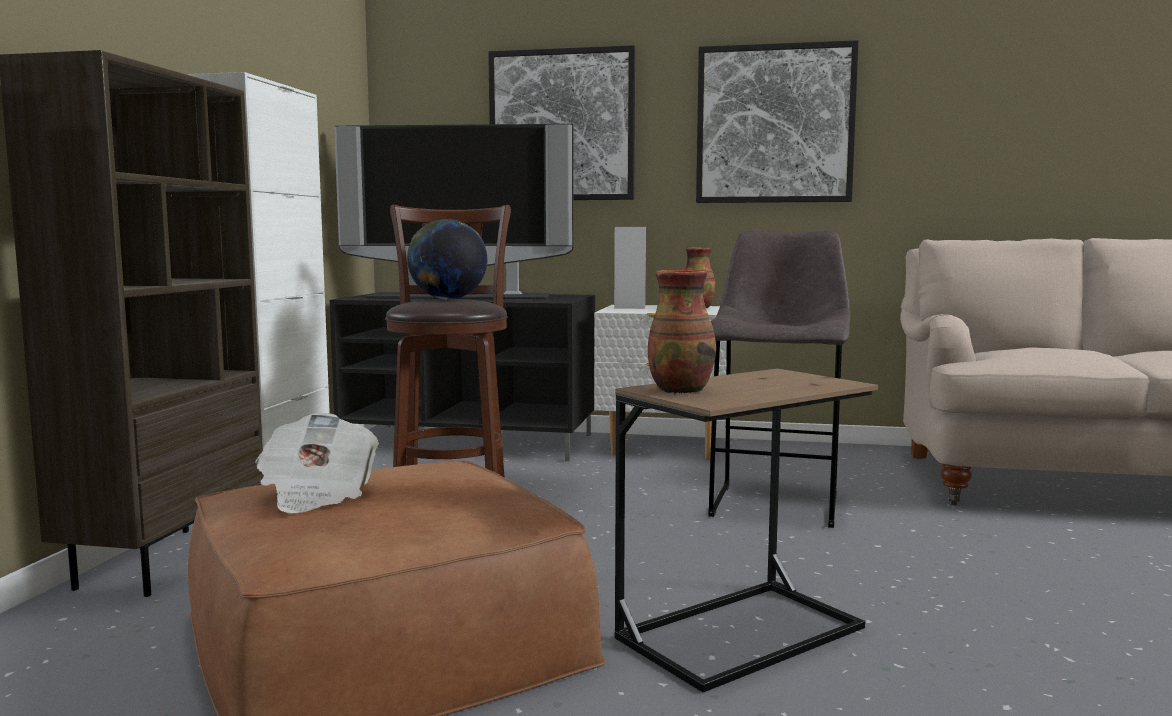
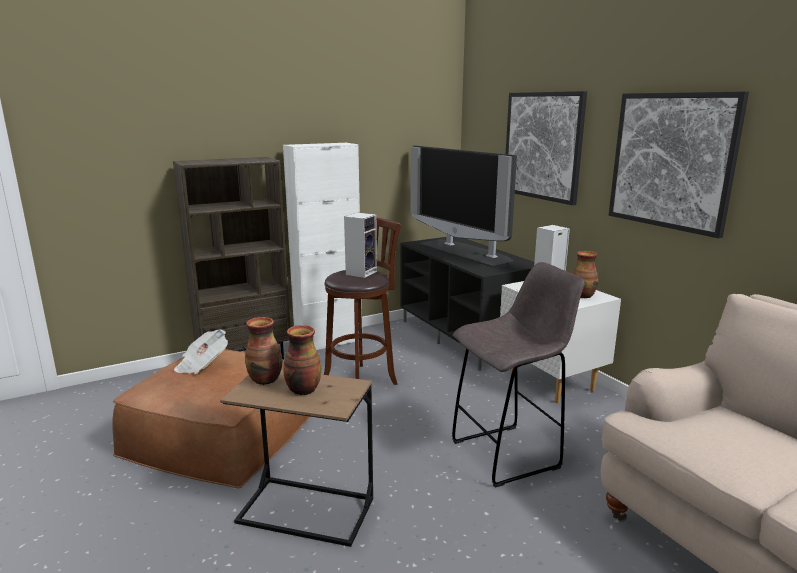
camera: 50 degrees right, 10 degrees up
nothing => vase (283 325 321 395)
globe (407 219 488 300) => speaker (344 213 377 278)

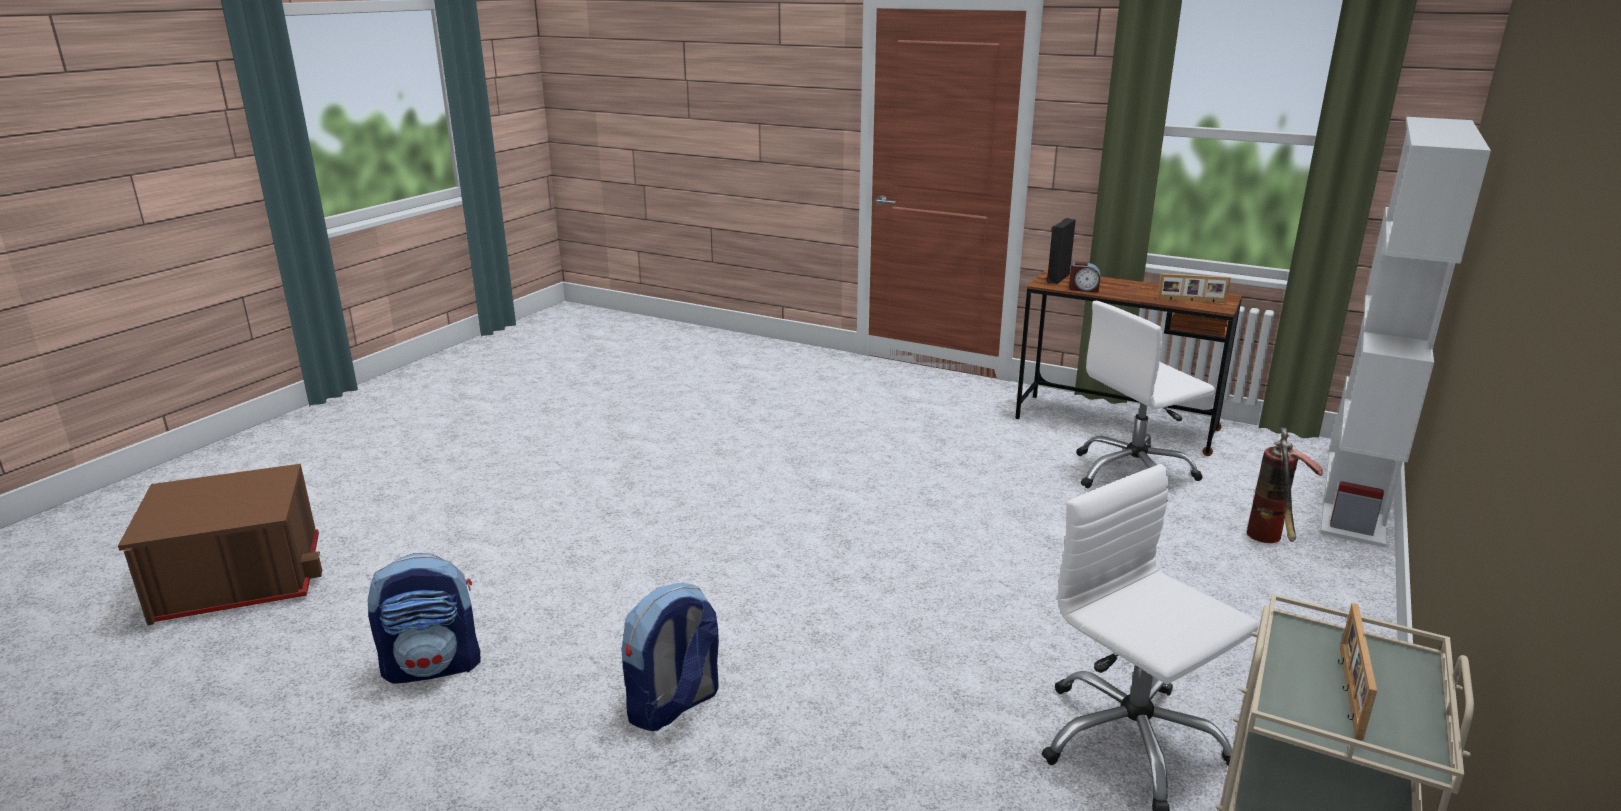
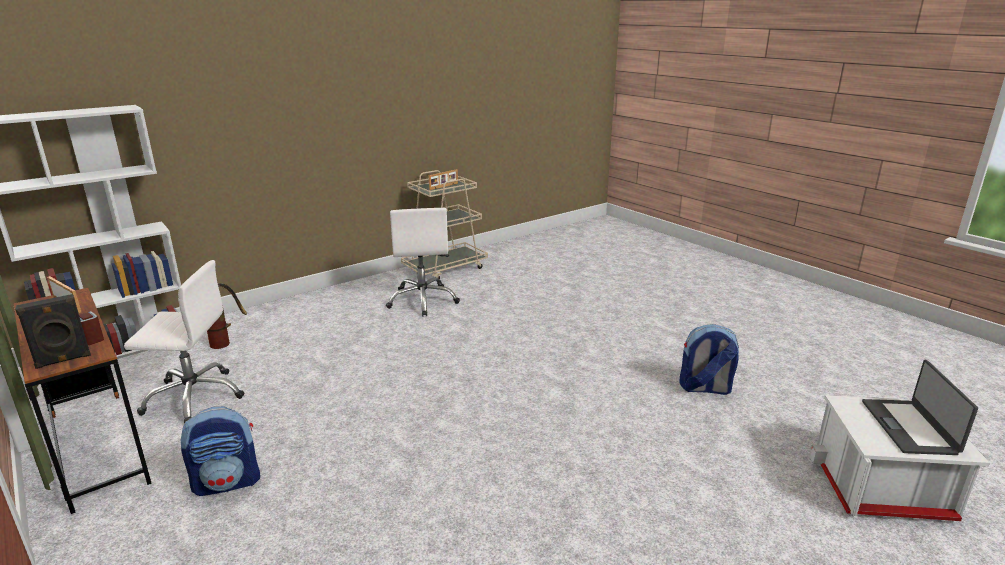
camera: 155 degrees left, 0 degrees up
backpack (621 583 719 731) => backpack (181 407 260 496), move
brown_storage_box (118 464 322 625) => white_storage_box (810 395 990 521)
nothing => laptop (862 359 978 455)

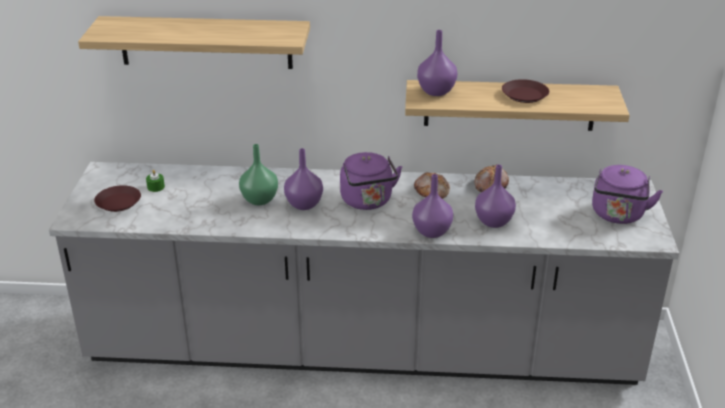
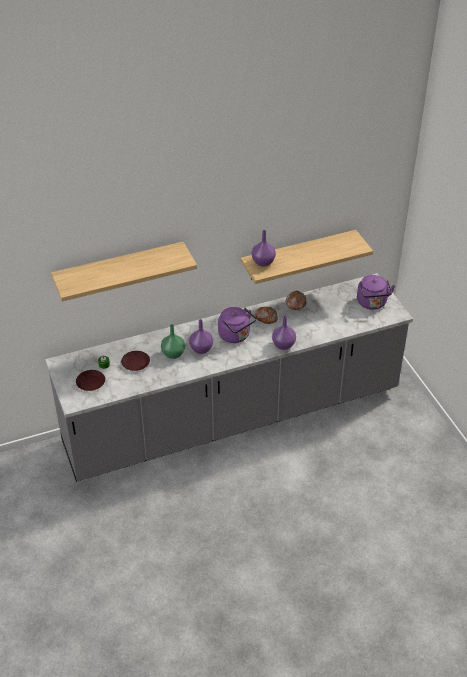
camera: 25 degrees left, 10 degrees up
brown_plate (502 79 549 103) => brown_plate (121 351 150 371), move
purple_vase (475 165 516 228) => nothing

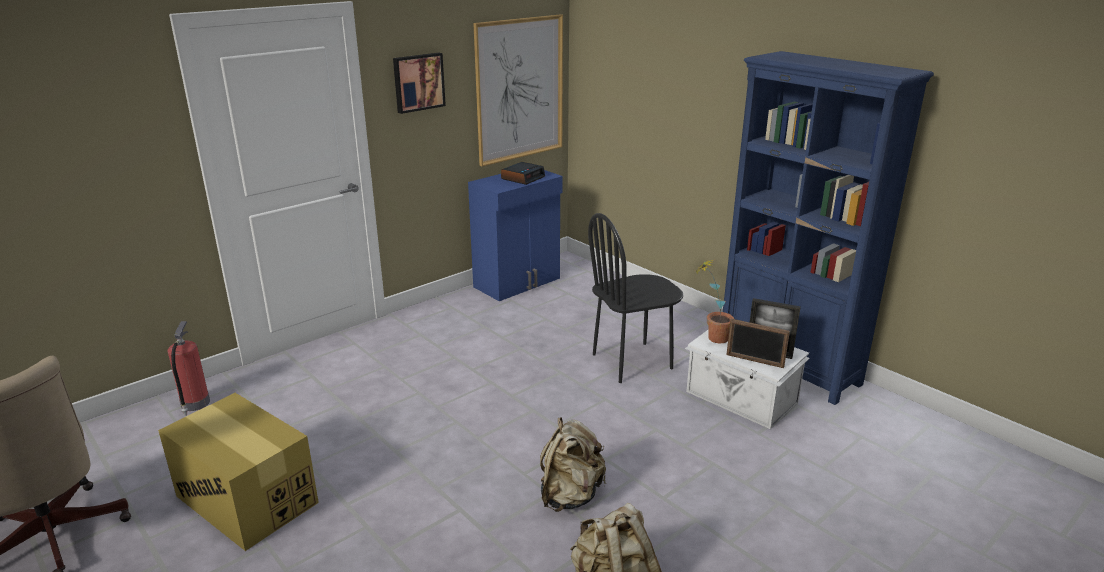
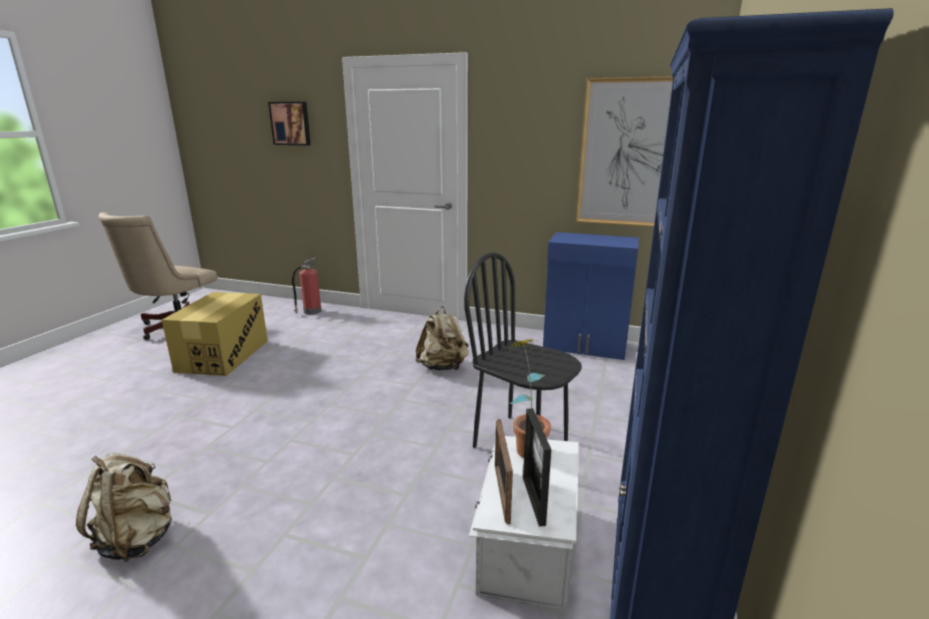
camera: 60 degrees right, 5 degrees down
picture (393 53 446 114) => picture (268 102 311 146), move
beige_backpack (540 417 606 512) => beige_backpack (416 306 469 370), move
alarm_clock (501 162 545 185) => nothing

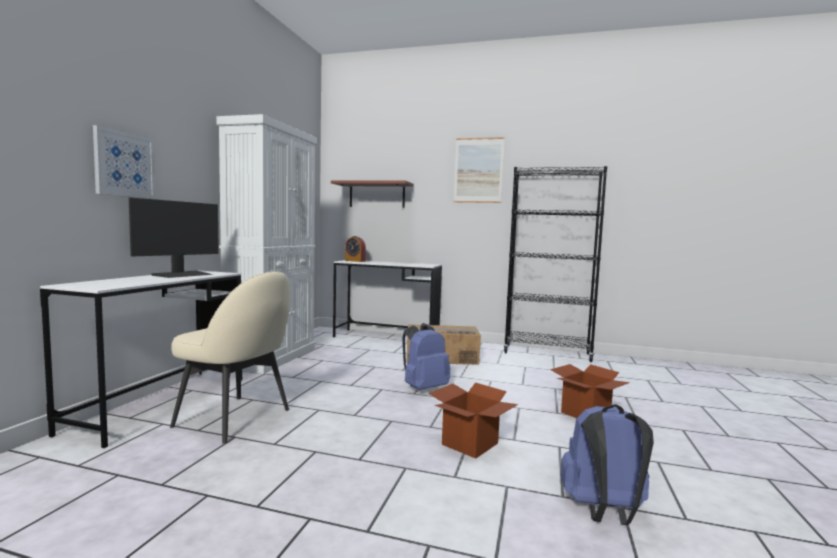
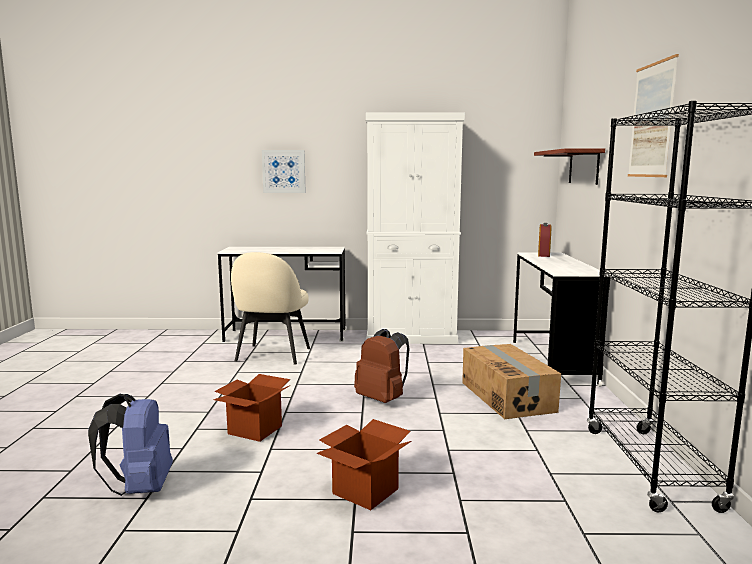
camera: 75 degrees right, 5 degrees up
blue_backpack (403 323 450 390) => brown_backpack (354 329 410 403)
monitor (129 198 219 278) => nothing

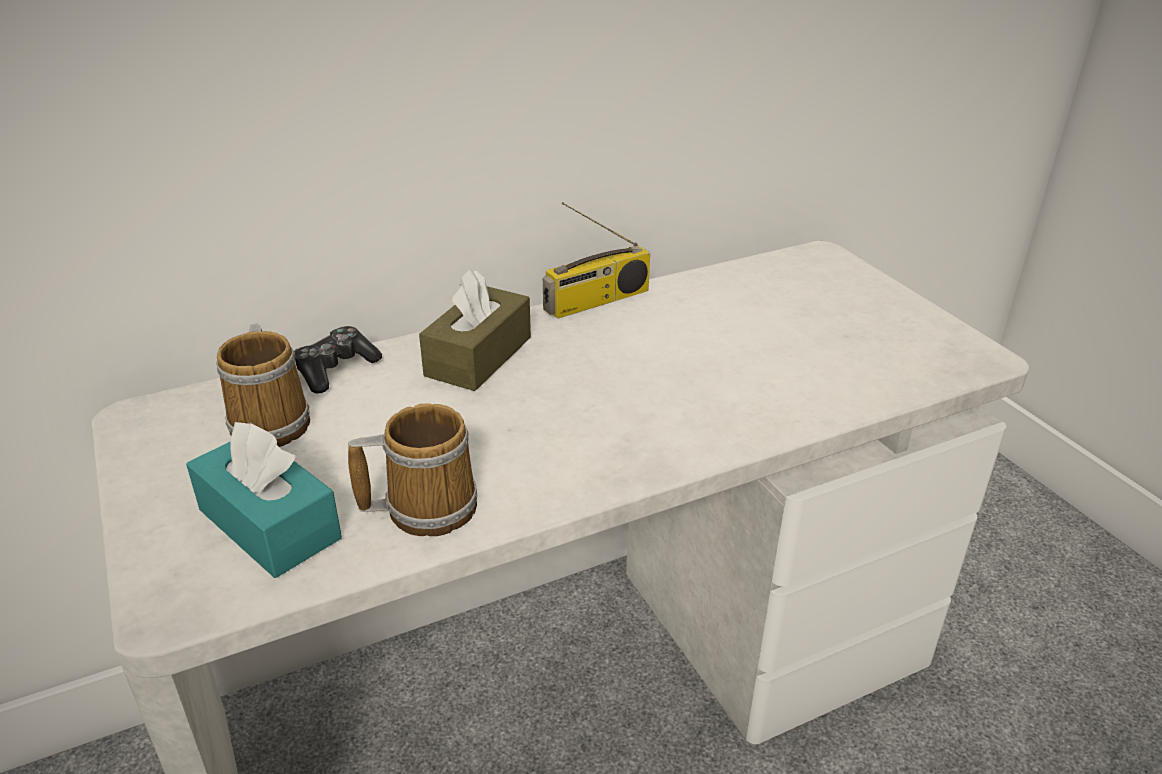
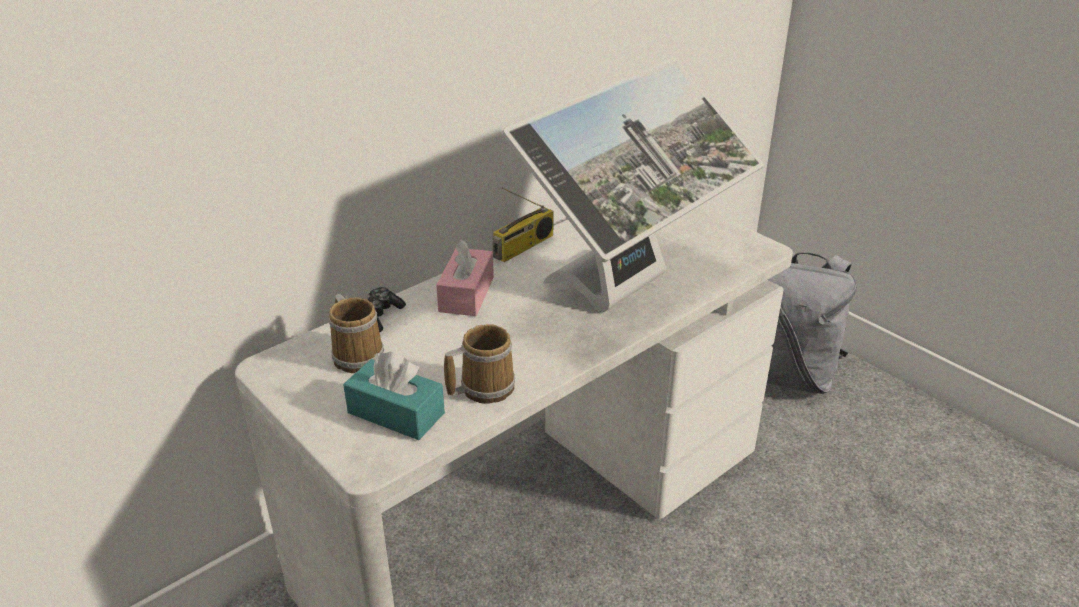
camera: 15 degrees left, 0 degrees up
brown_tissue_box (419 268 531 391) => pink_tissue_box (436 239 494 316)
nothing => monitor (502 58 763 312)
nothing => grey_backpack (767 248 857 394)

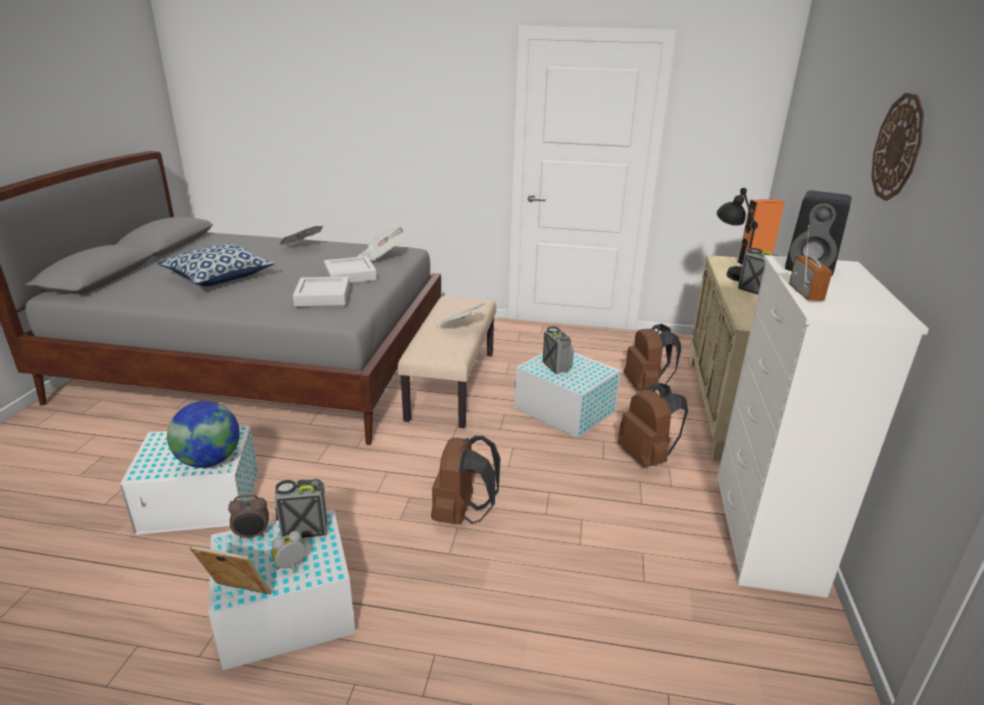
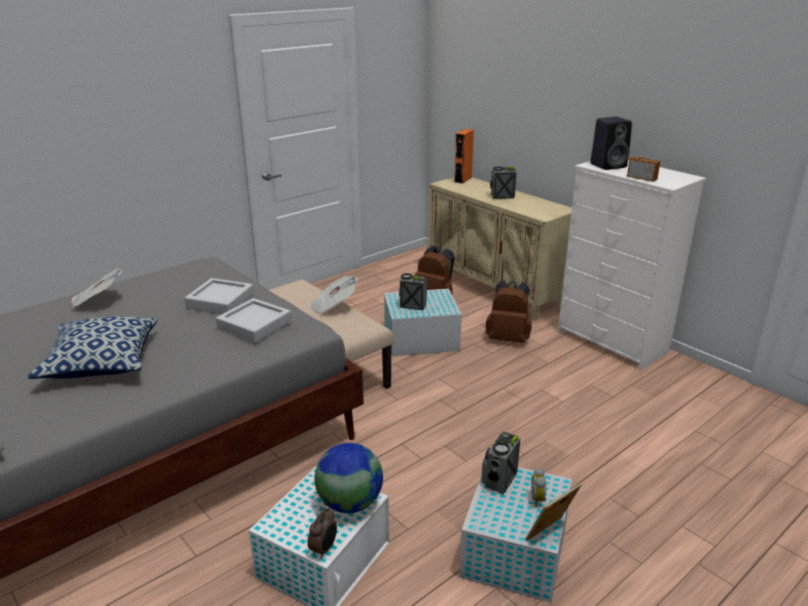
camera: 50 degrees left, 0 degrees up
alarm_clock (228 494 269 540) => alarm_clock (307 508 337 559), move
newspaper (358 227 405 261) => nothing
brown_backpack (431 436 501 524) => nothing
black_table_lamp (717 188 758 281) => nothing
wall_clock (871 93 924 201) => nothing

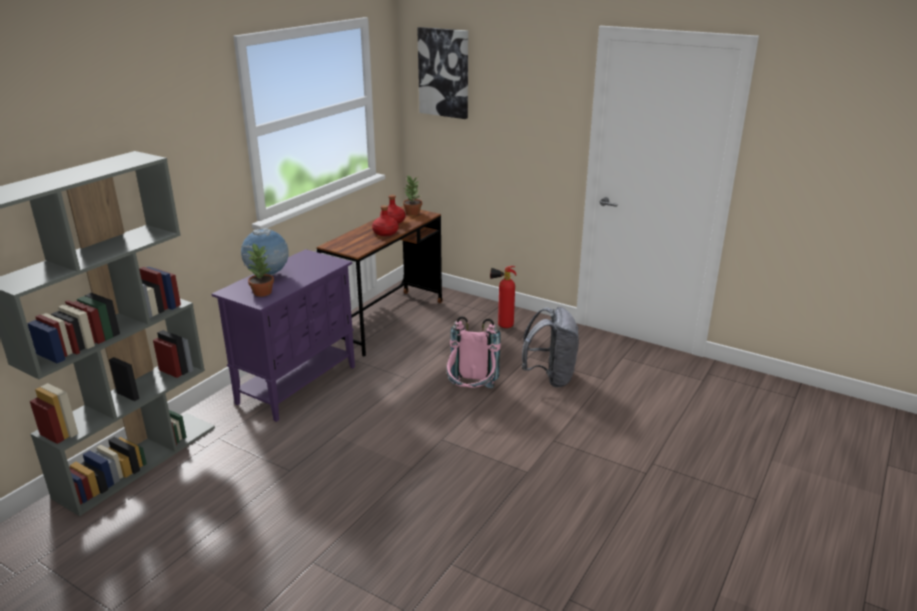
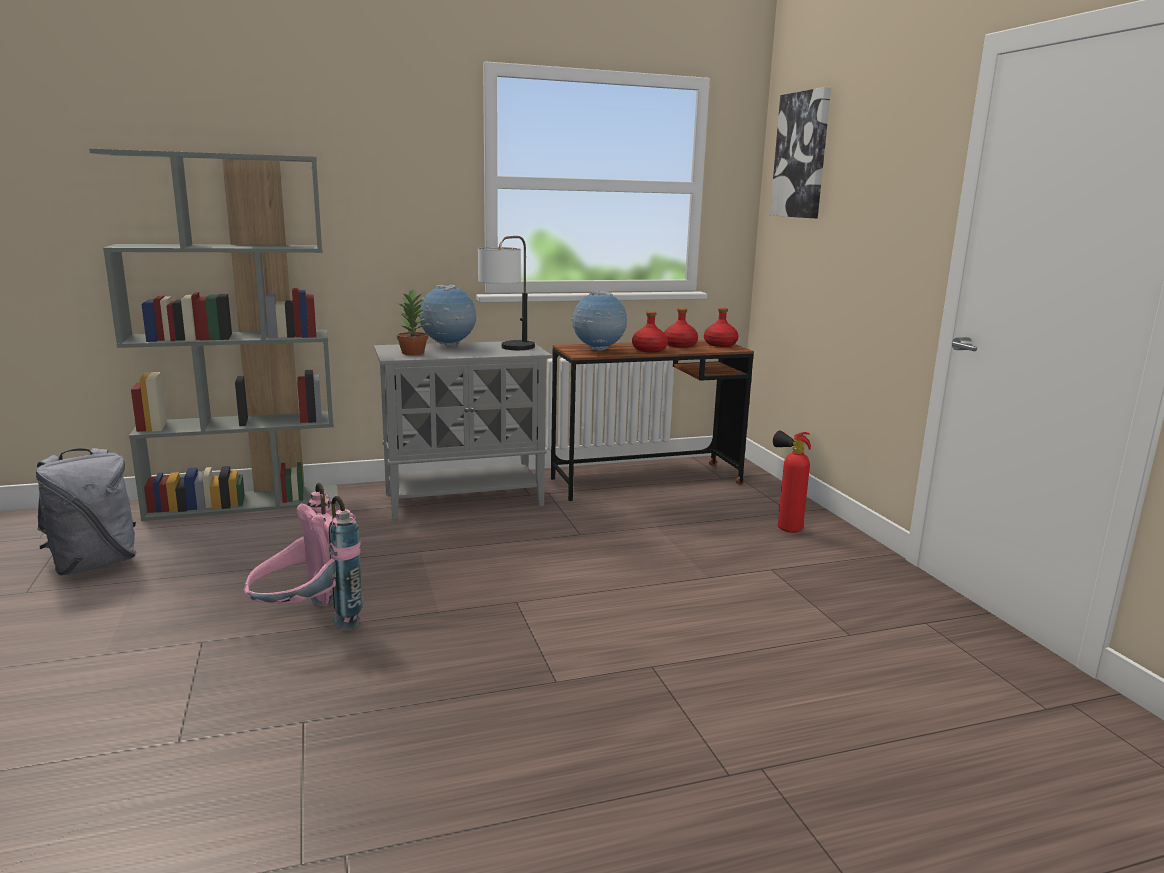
camera: 40 degrees right, 10 degrees down
grey_backpack (522 307 579 387) => grey_backpack (36 448 136 575), move
pink_backpack (446 316 501 388) => pink_backpack (243 483 363 631), move
purple_cabinet (212 249 355 422) => grey_cabinet (374 341 552 520)
nothing => table_lamp (478 236 535 350)
nothing => globe (571 291 627 351)
potted_plant (403 176 422 215) => red_bottle (704 308 739 347)

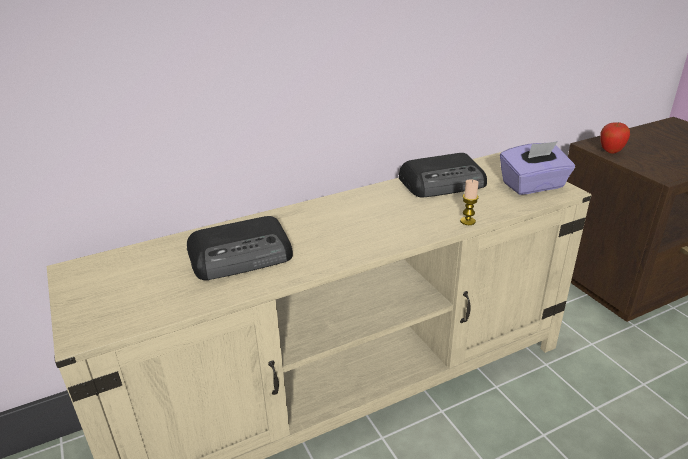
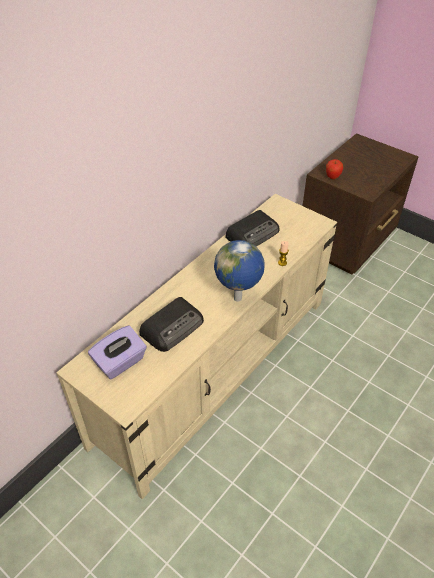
camera: 25 degrees left, 15 degrees up
purple_tissue_box (500 141 575 195) => purple_tissue_box (88 325 147 379), move
nothing => globe (214 240 265 302)

